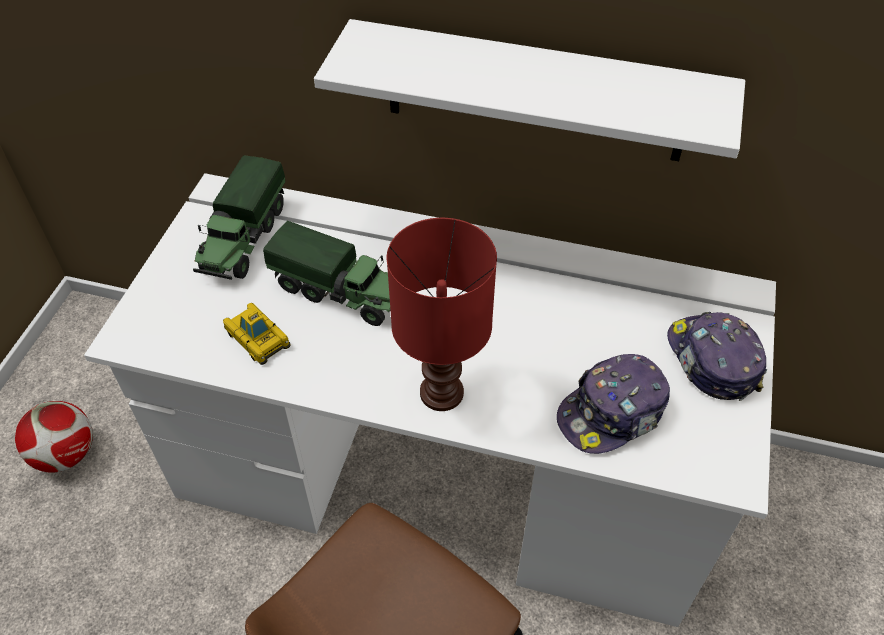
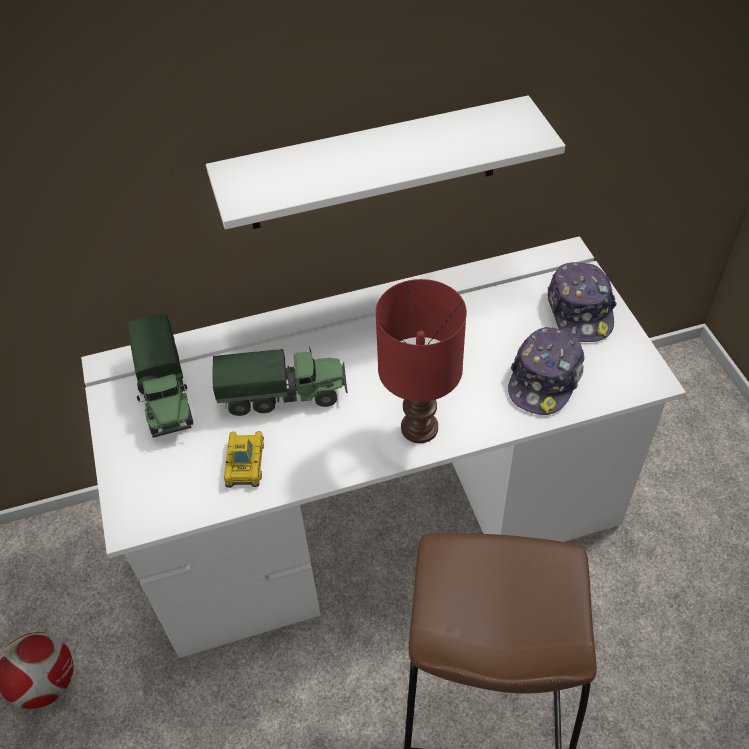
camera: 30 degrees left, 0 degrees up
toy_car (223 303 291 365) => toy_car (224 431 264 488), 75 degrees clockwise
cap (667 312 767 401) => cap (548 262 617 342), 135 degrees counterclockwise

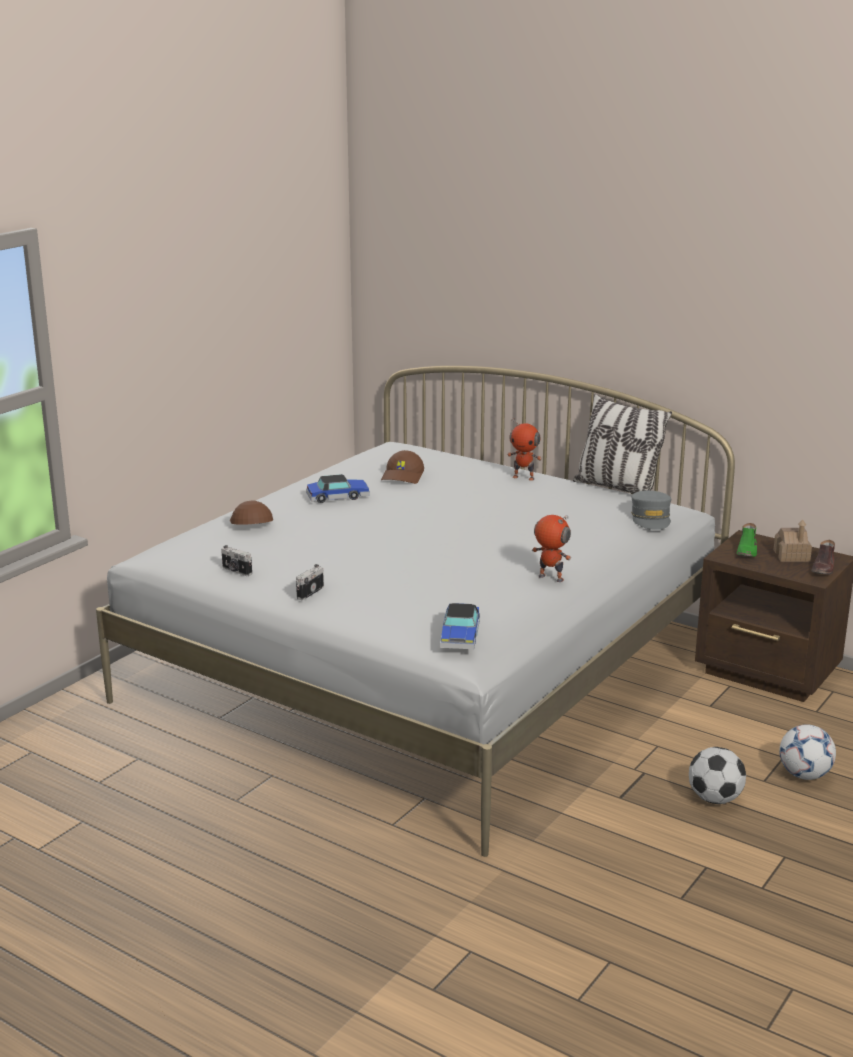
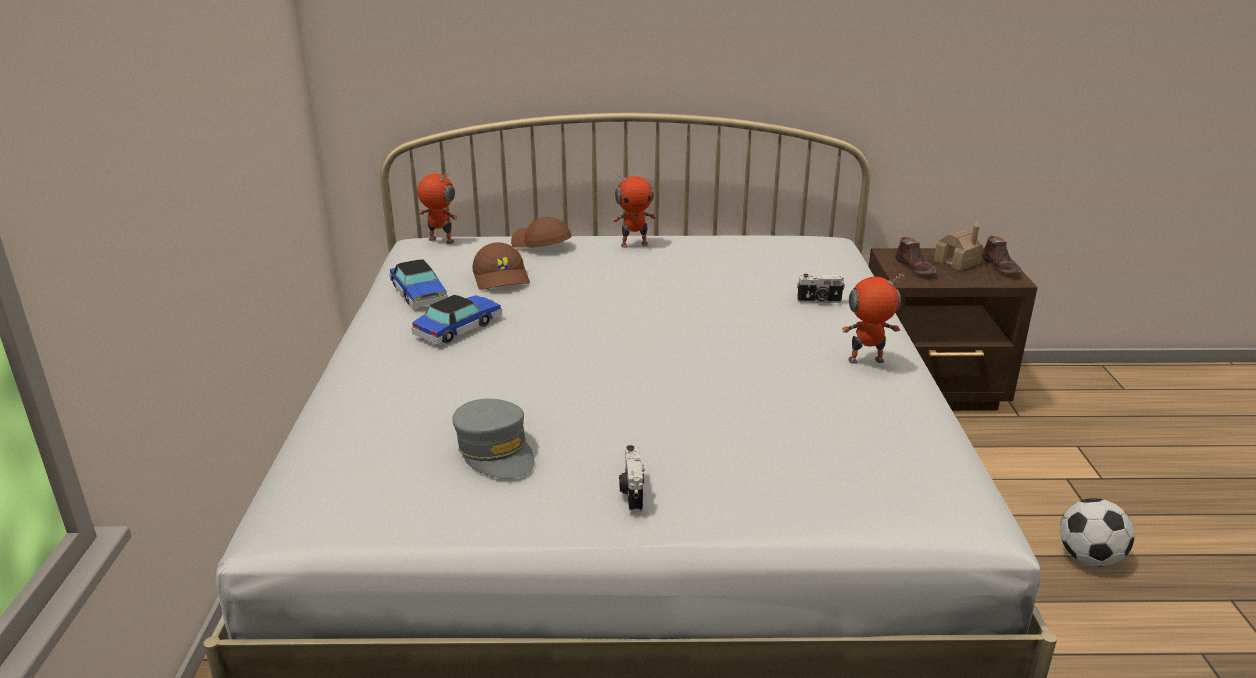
camera: 35 degrees left, 5 degrees up
toy_car (440 603 480 649) => toy_car (389 259 448 308), move
nothing => toy_robot (417 172 458 244)
grey_cap (631 490 671 530) => grey_cap (453 399 534 479), move
brown_cap (230 501 273 525) => brown_cap (511 217 572 248), move
photo_camera (221 545 252 576) => photo_camera (797 274 845 303), move
green_shoe (737 523 757 557) => brown_shoe (895 237 937 275)
pillow (573 394 672 494) => nothing
football (779 724 836 780) => nothing

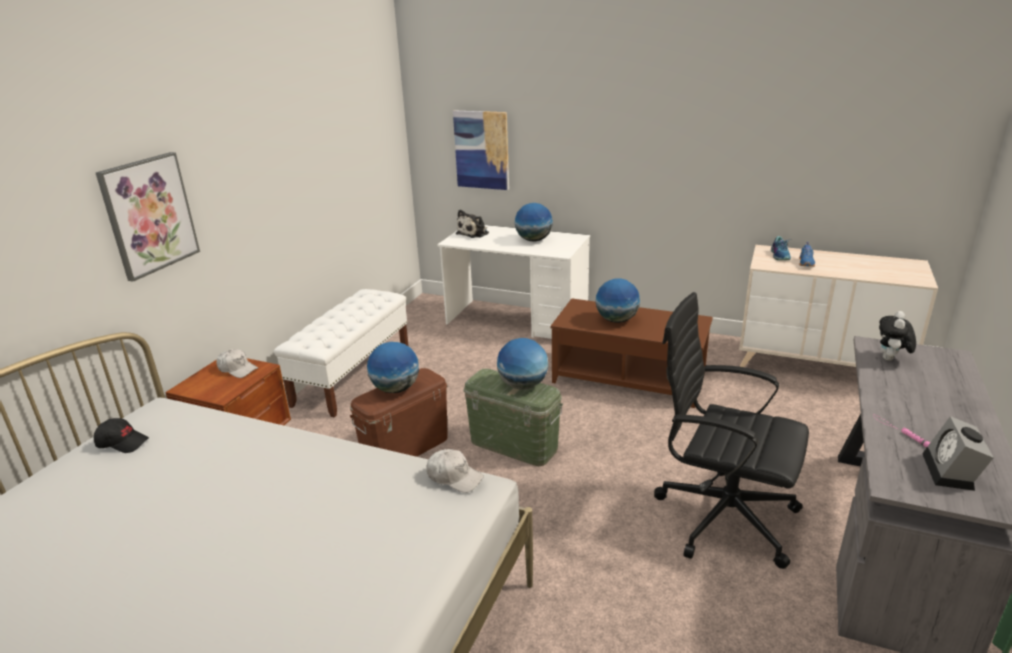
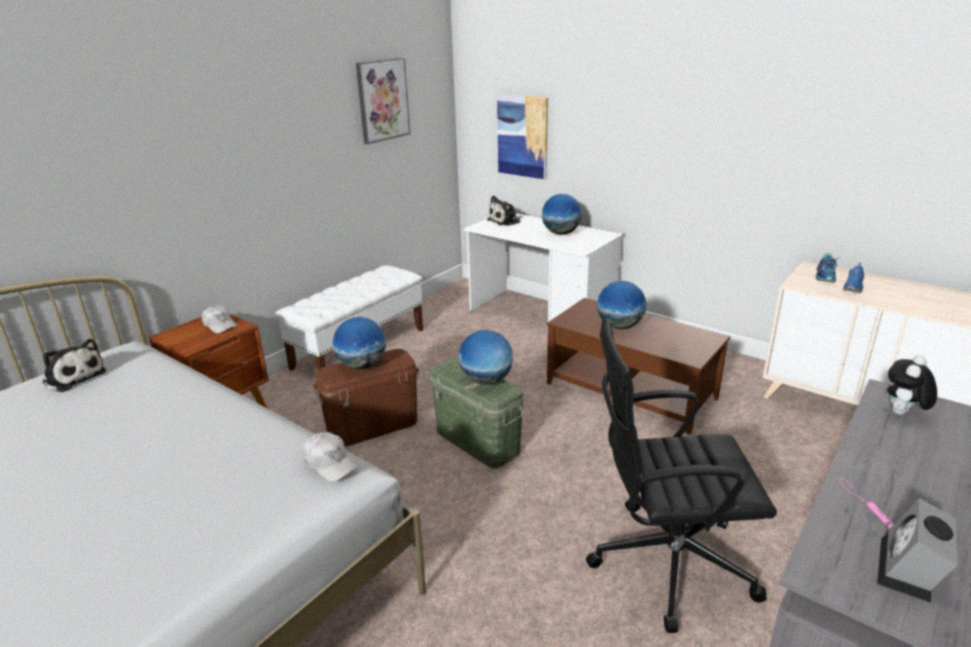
camera: 15 degrees right, 0 degrees up
black_cap (94 418 149 453) => plush_toy (42 339 106 392)
picture (96 152 200 282) => picture (356 58 411 144), move
black_office_chair (654 292 809 569) => black_office_chair (586 318 777 633), 45 degrees counterclockwise

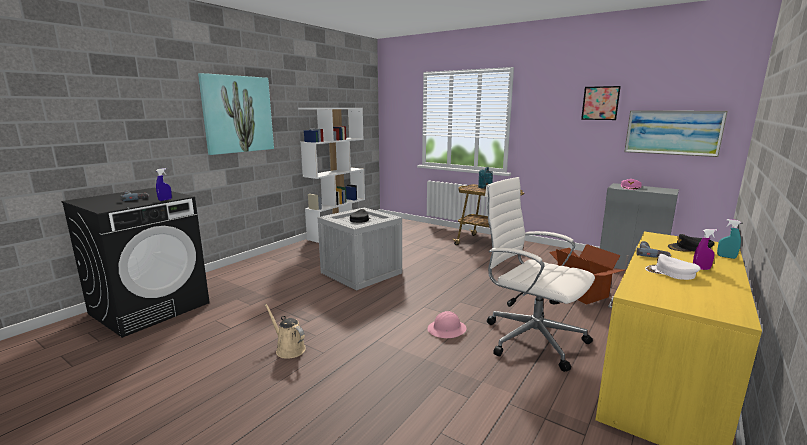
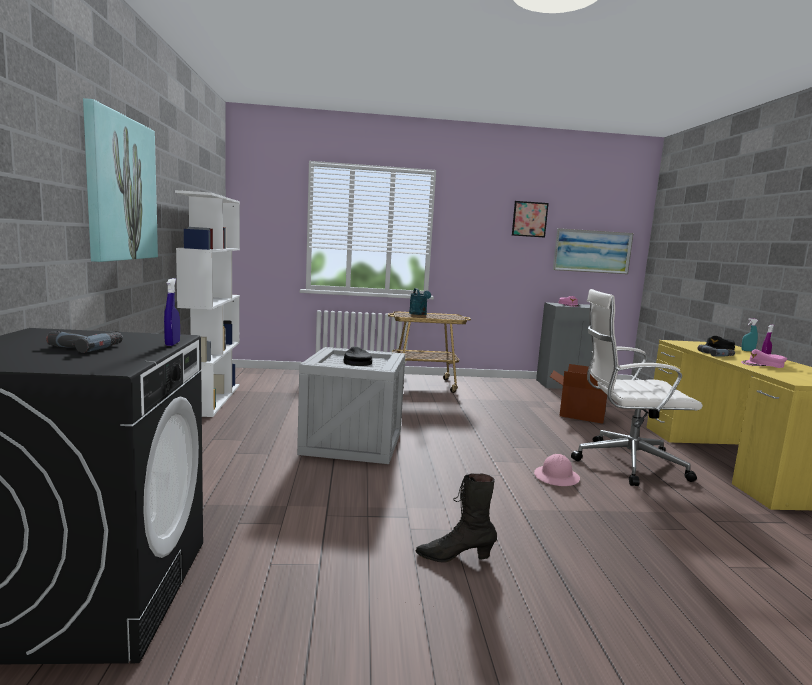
camera: 40 degrees left, 5 degrees down
beige_watering_can (265 304 306 359) => black_boot (415 474 497 562)
white_cap (645 254 701 280) => pink_cap (741 349 787 368)

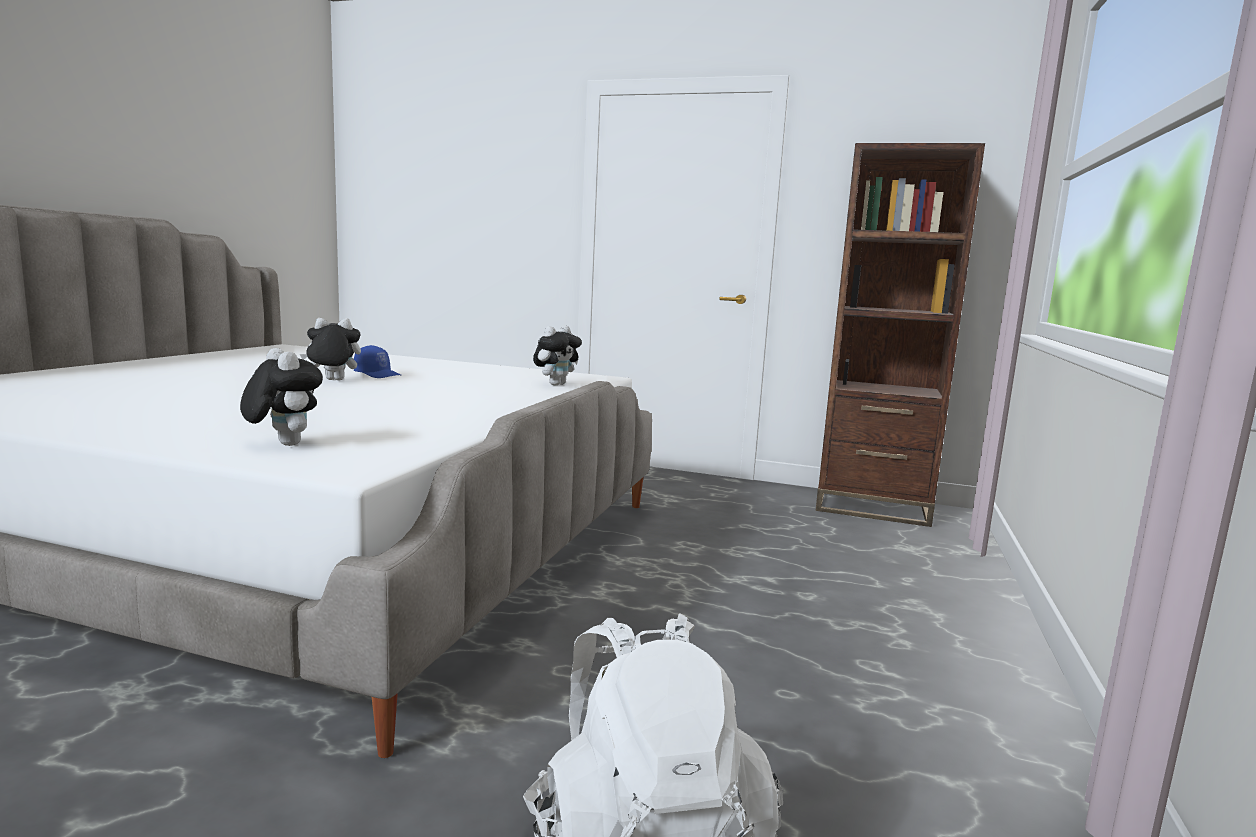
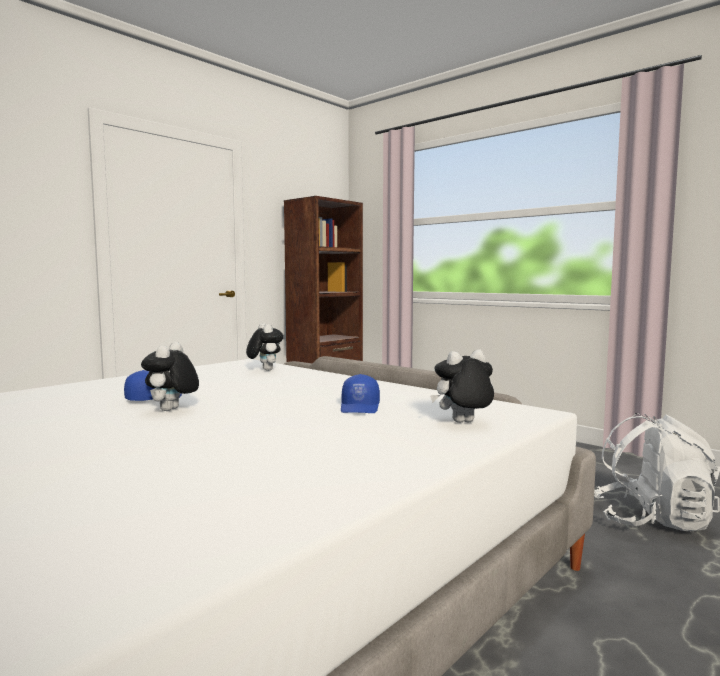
camera: 65 degrees left, 5 degrees down
nothing => blue_cap (341 374 380 413)

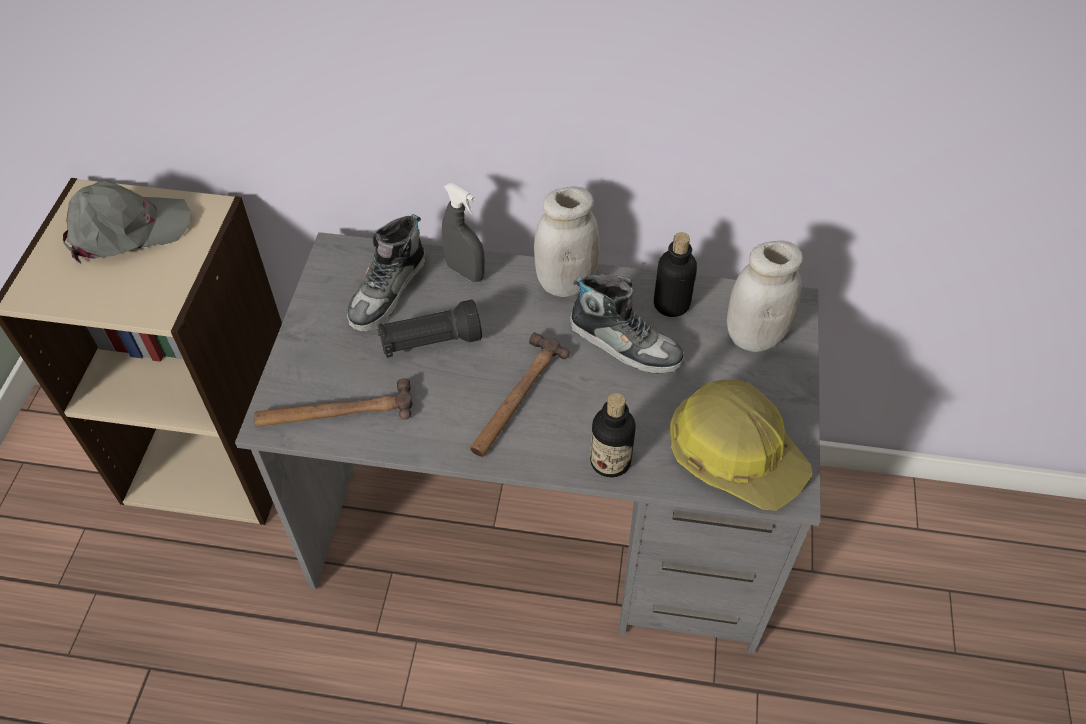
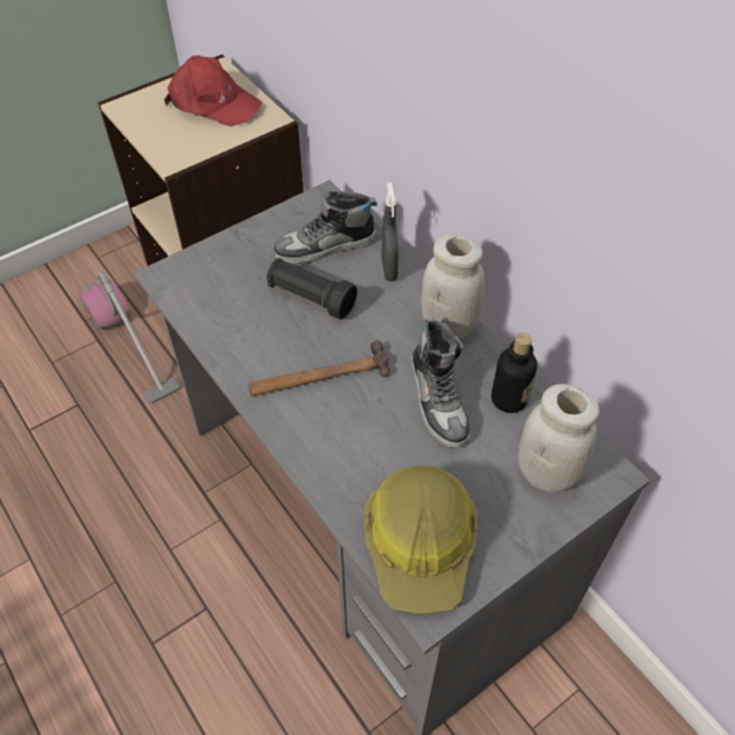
camera: 45 degrees right, 0 degrees up
nothing => vacuum_cleaner (78 271 181 404)
grey_cap (63 180 191 263) => red_cap (164 55 262 127)
hammer (254 378 413 427) => nothing
bottle (590 393 636 478) => nothing

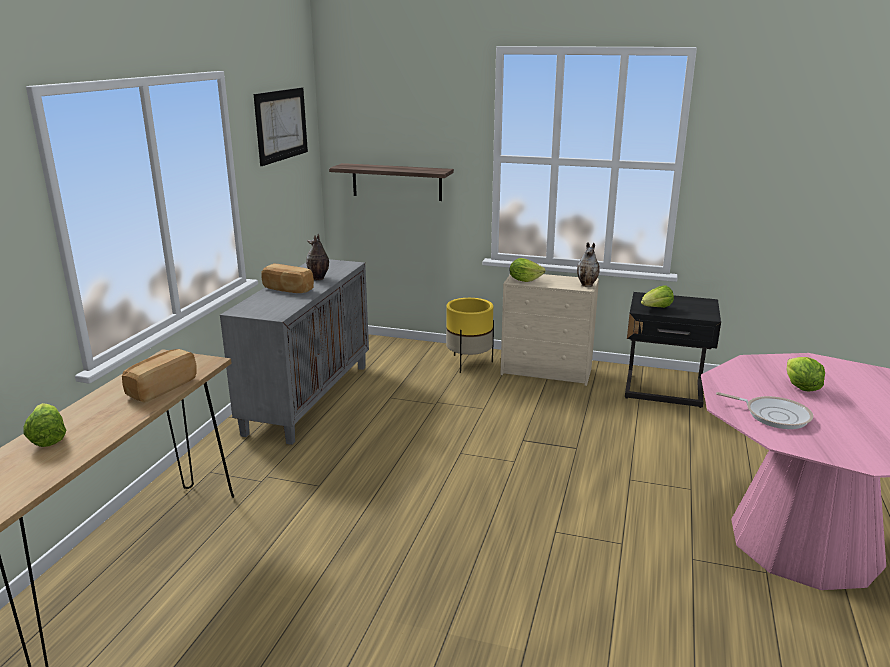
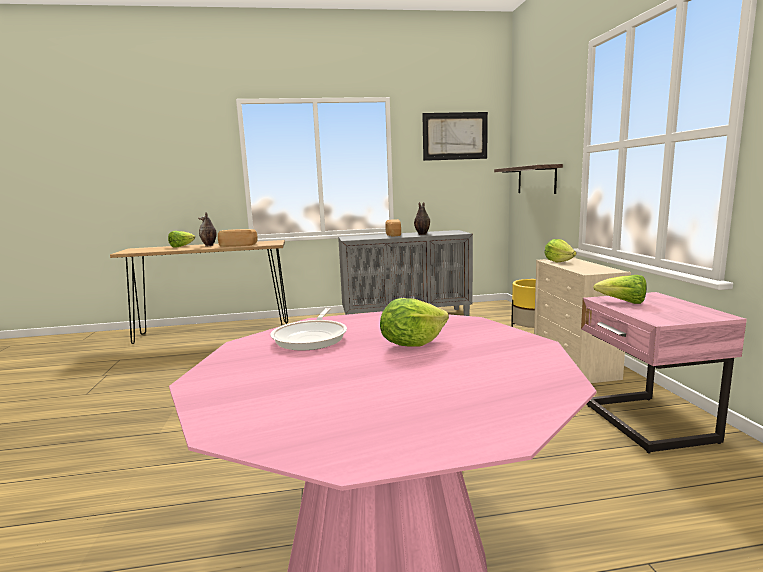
camera: 65 degrees right, 10 degrees down
vase (577 242 600 287) => vase (198 212 217 246), move
black_nightstand (625 292 721 408) => pink_nightstand (581 292 747 453)

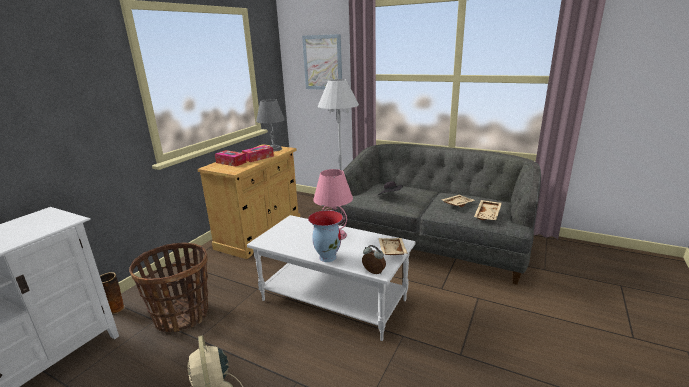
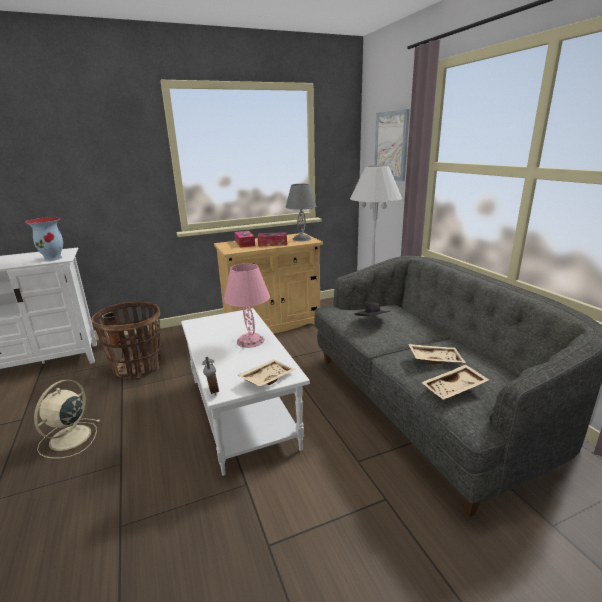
camera: 40 degrees right, 0 degrees up
vase (308 210 343 262) => vase (25 217 63 261), move

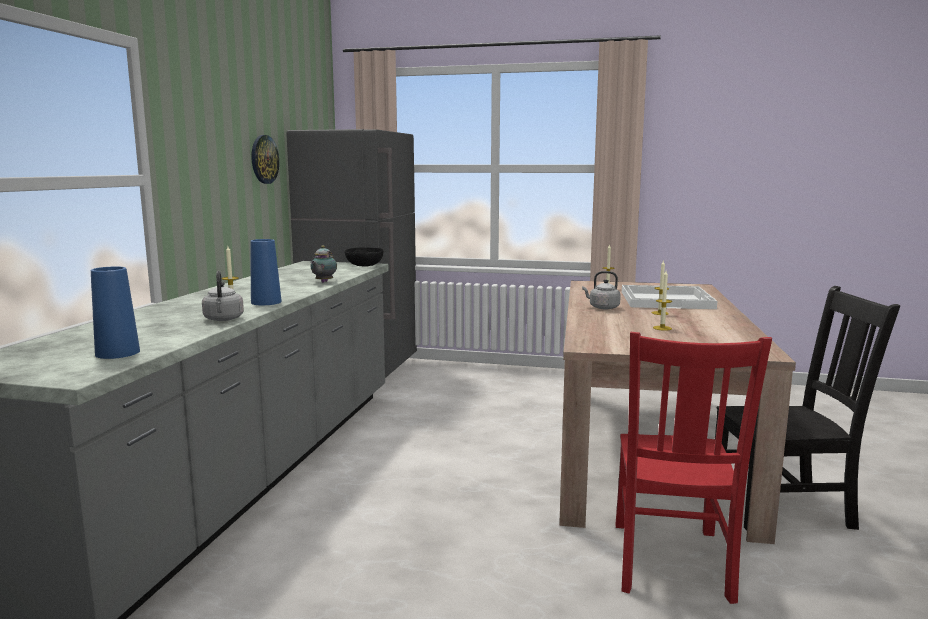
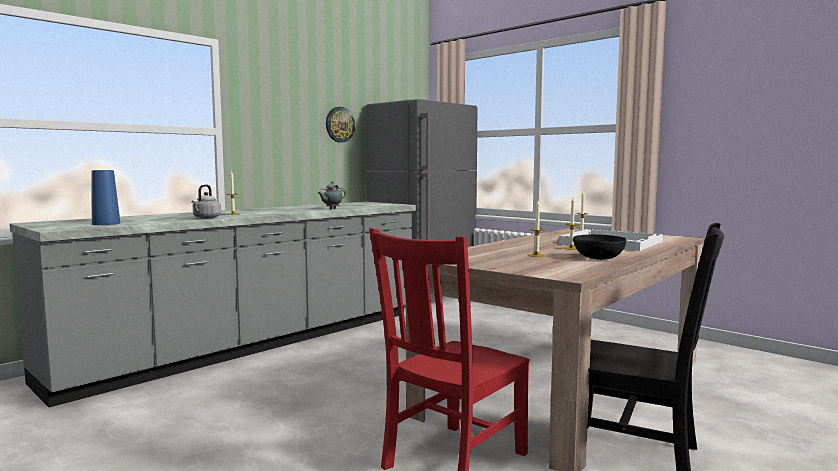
camera: 30 degrees right, 5 degrees down
black_bowl (344 247 384 267) => black_bowl (573 234 627 260), move
blue_vase (250 239 282 305) => nothing
grey_kettle (582 271 621 309) => nothing

